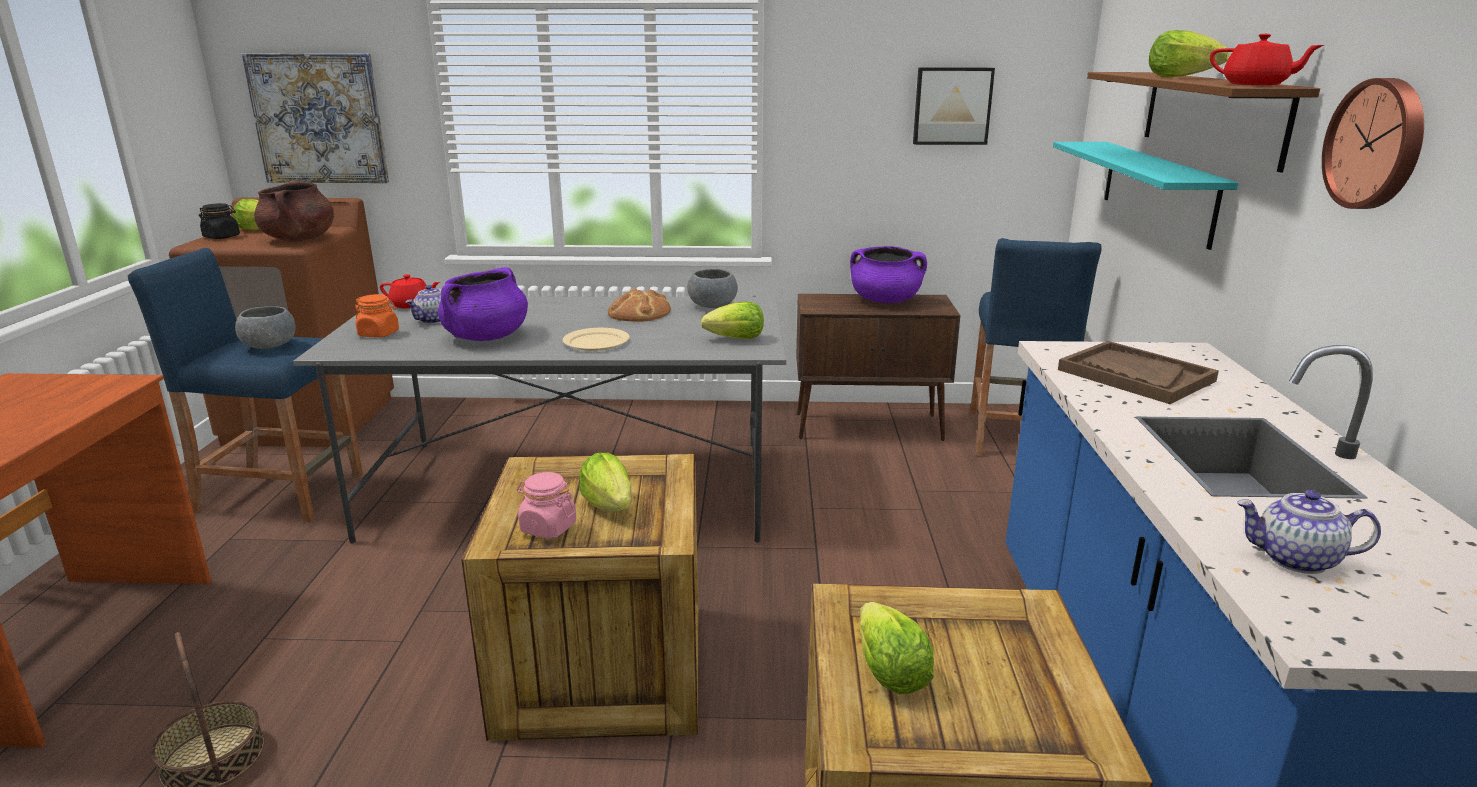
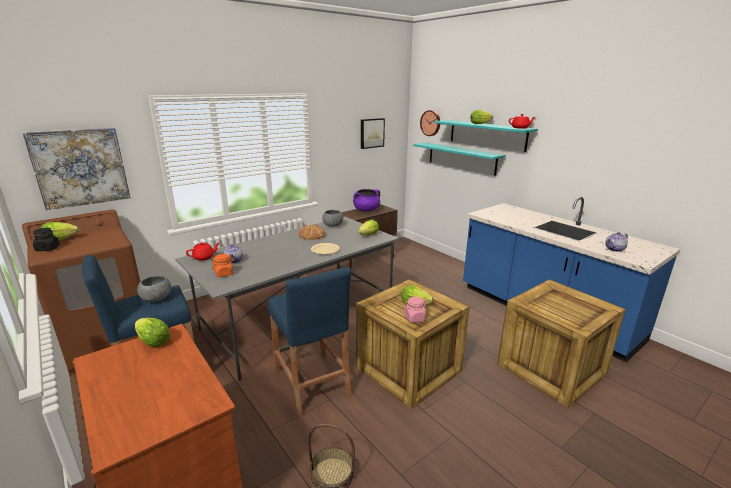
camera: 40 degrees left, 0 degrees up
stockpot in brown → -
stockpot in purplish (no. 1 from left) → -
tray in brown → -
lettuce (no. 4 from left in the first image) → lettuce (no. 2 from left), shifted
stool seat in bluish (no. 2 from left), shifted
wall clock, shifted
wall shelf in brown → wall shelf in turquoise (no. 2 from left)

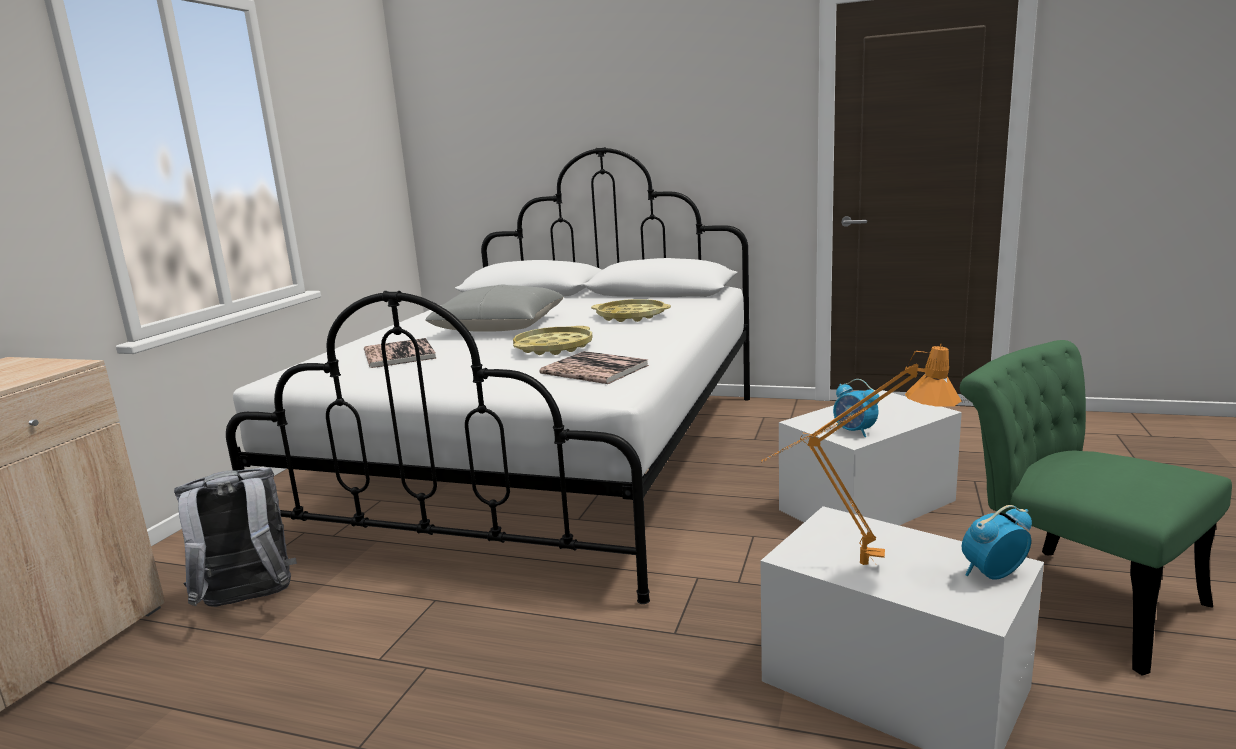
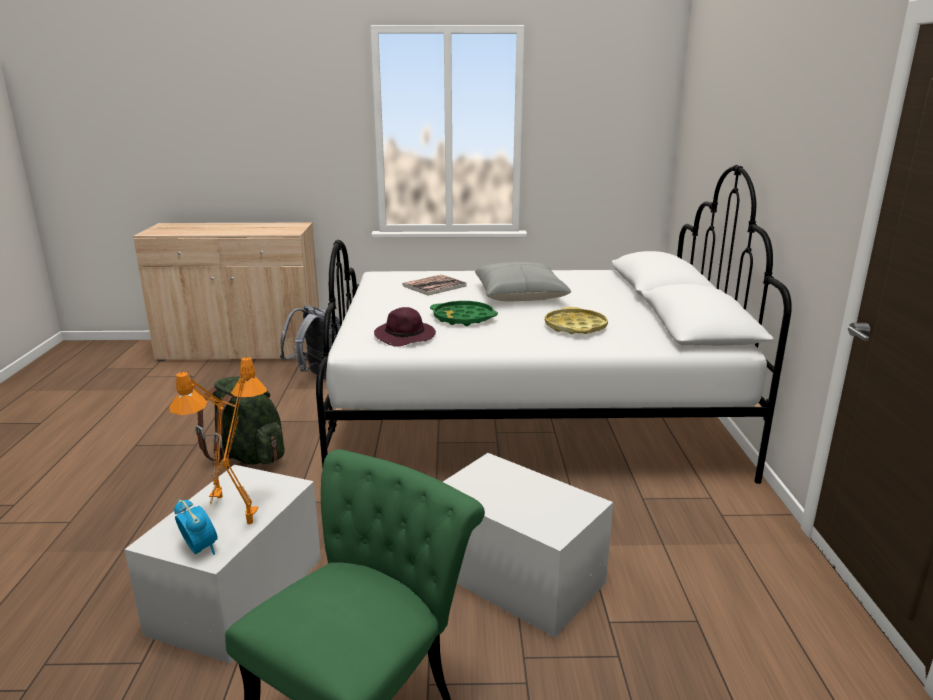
camera: 70 degrees right, 5 degrees up
table clock (no. 1 from left) → -
- → rucksack in greenish
- → tabletop lamp in orange (no. 2 from left)
volume (no. 2 from left) → wearable hat in purplish
tray in yellow-coloured (no. 1 from left) → tray in greenish

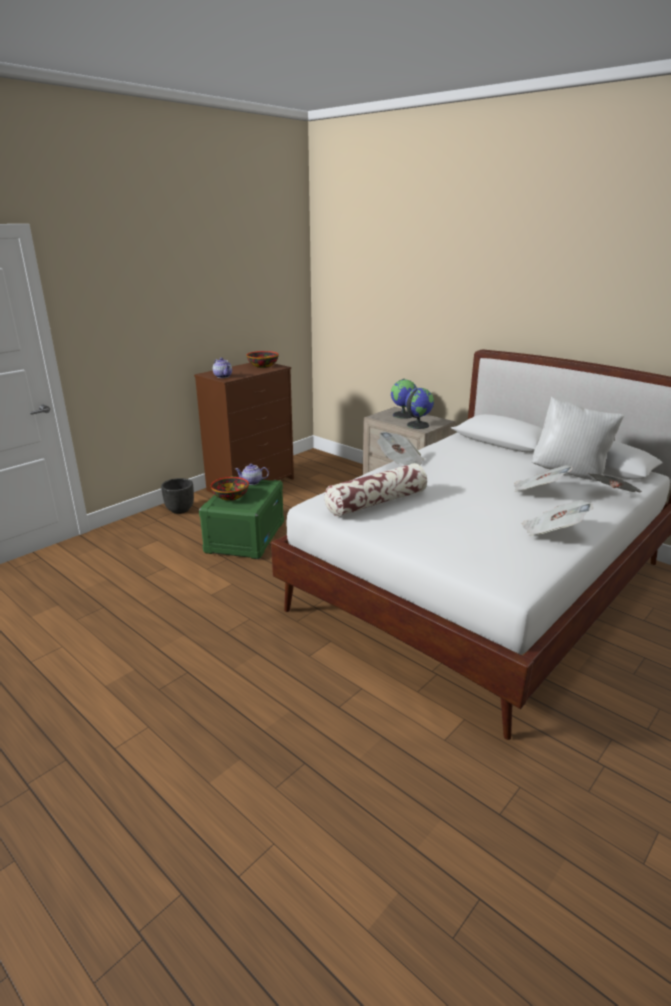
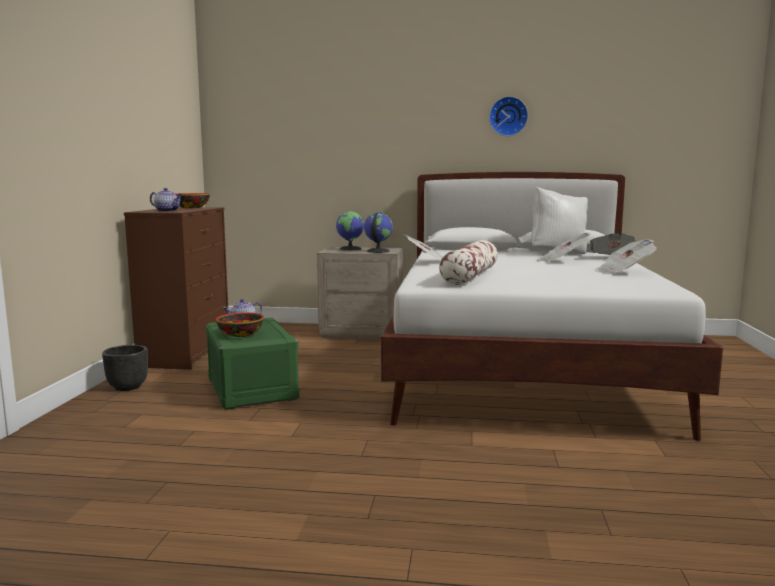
camera: 35 degrees left, 15 degrees down
- → wall clock

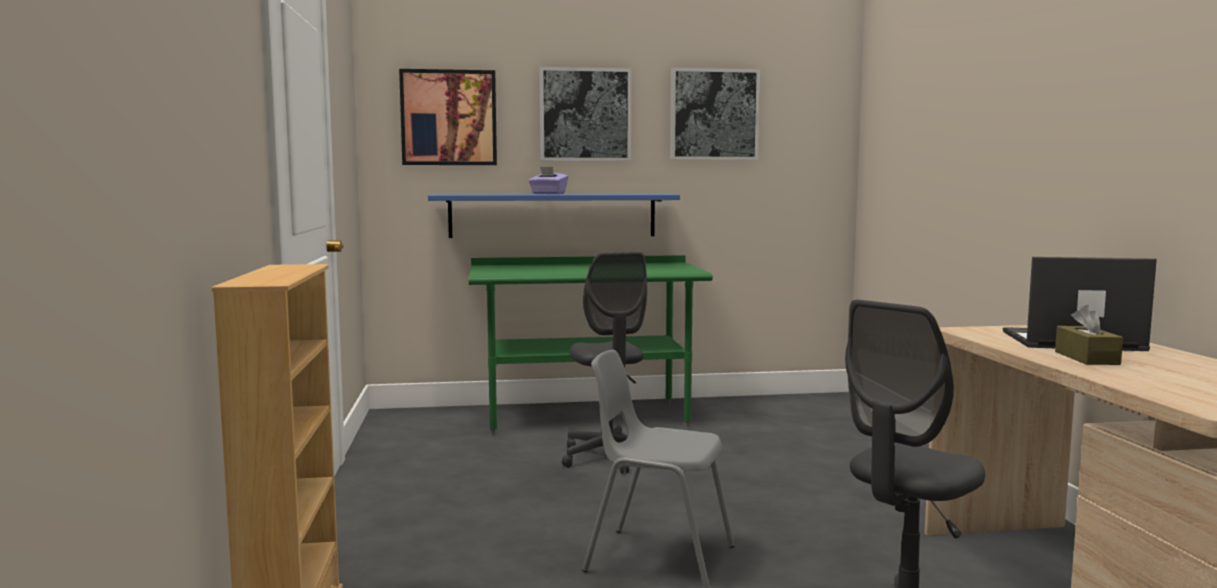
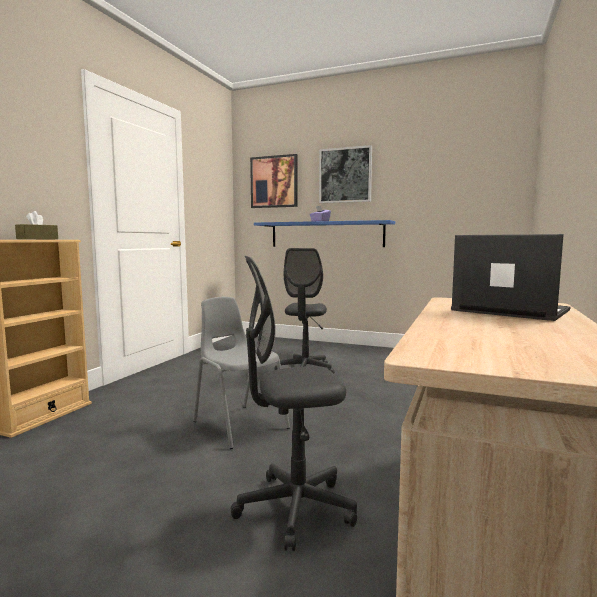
camera: 30 degrees right, 0 degrees up
desk in greenish → -
wall art (no. 3 from left) → -
tissue box in brown, shifted

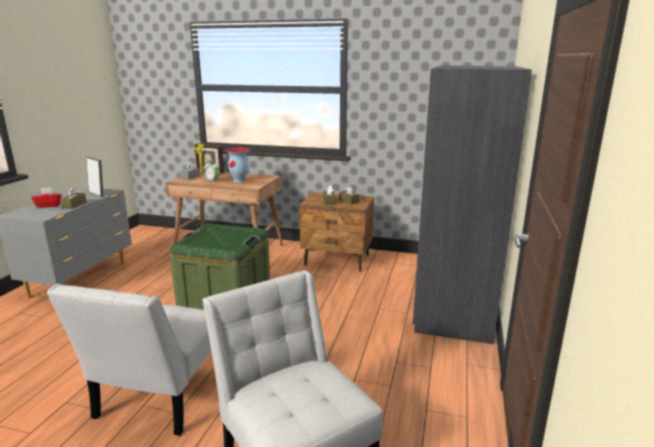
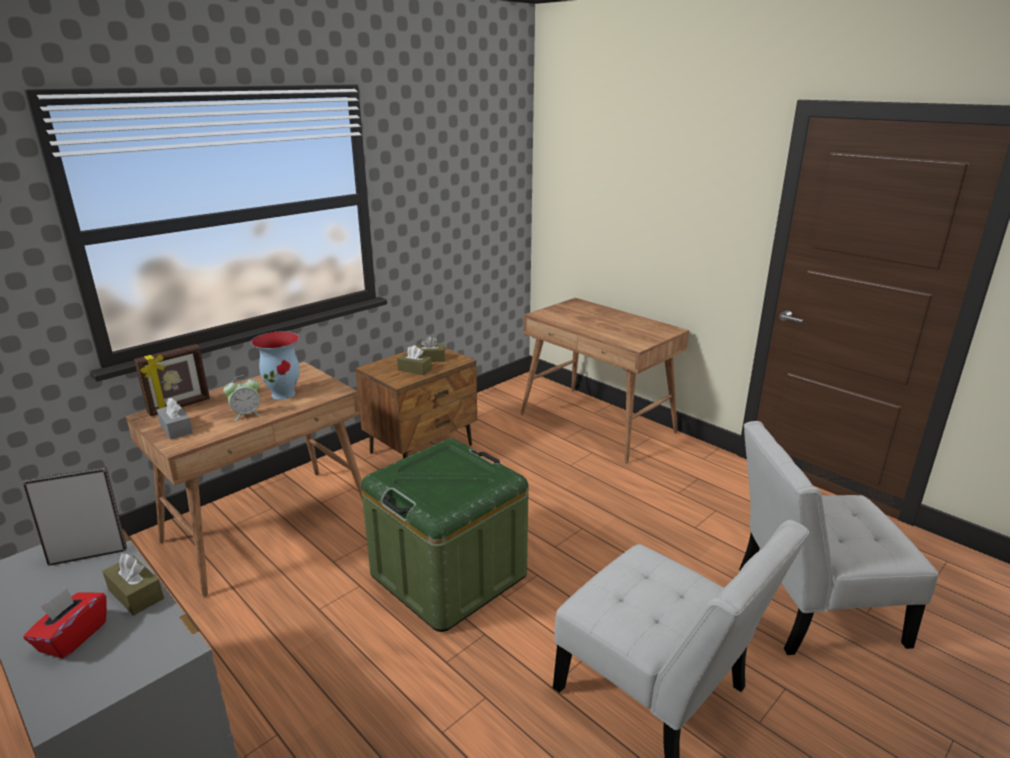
camera: 60 degrees left, 5 degrees up
wardrobe in greyish → desk in brown (no. 2 from left)

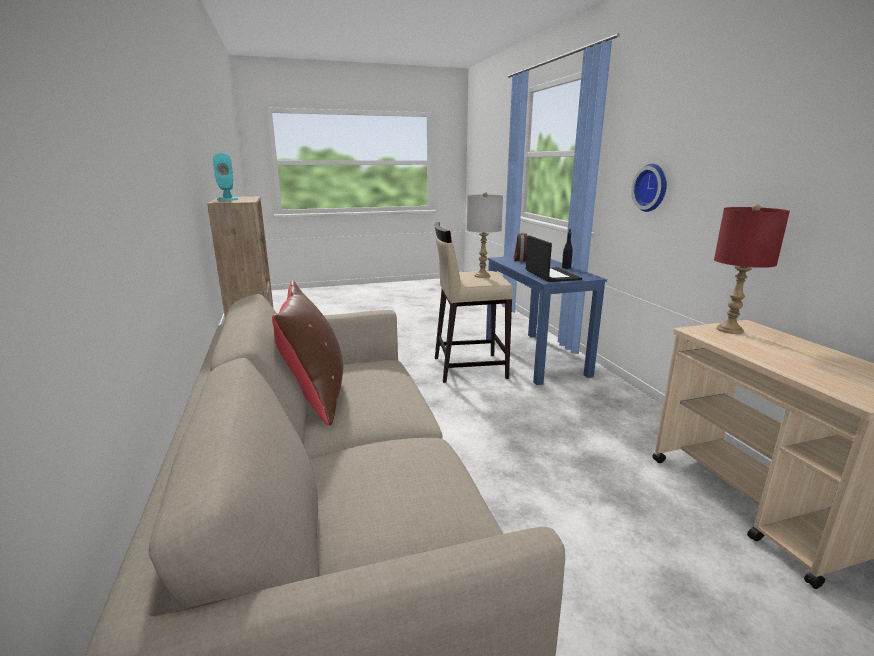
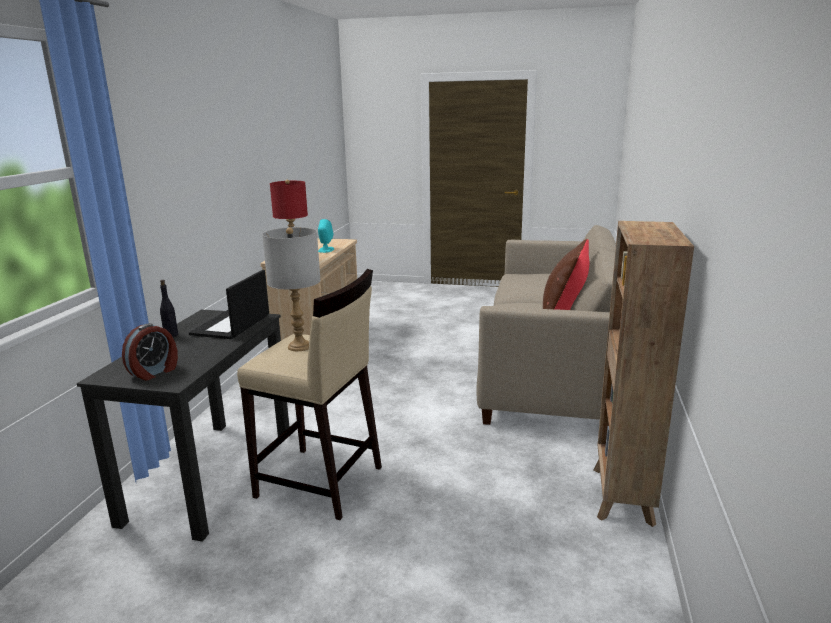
camera: 150 degrees left, 0 degrees up
wall clock → -
audio speaker in turquoise, shifted
desk in bluish → desk in blackish

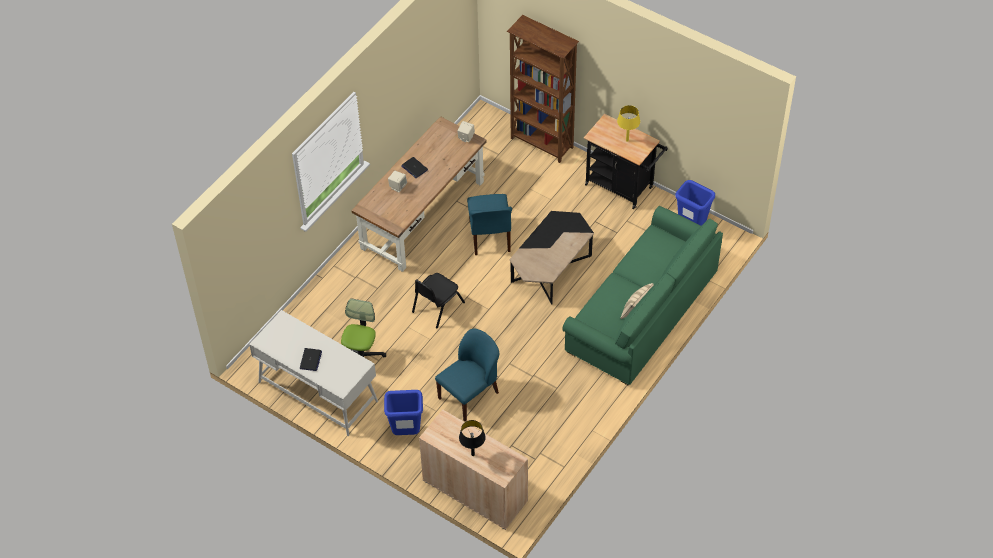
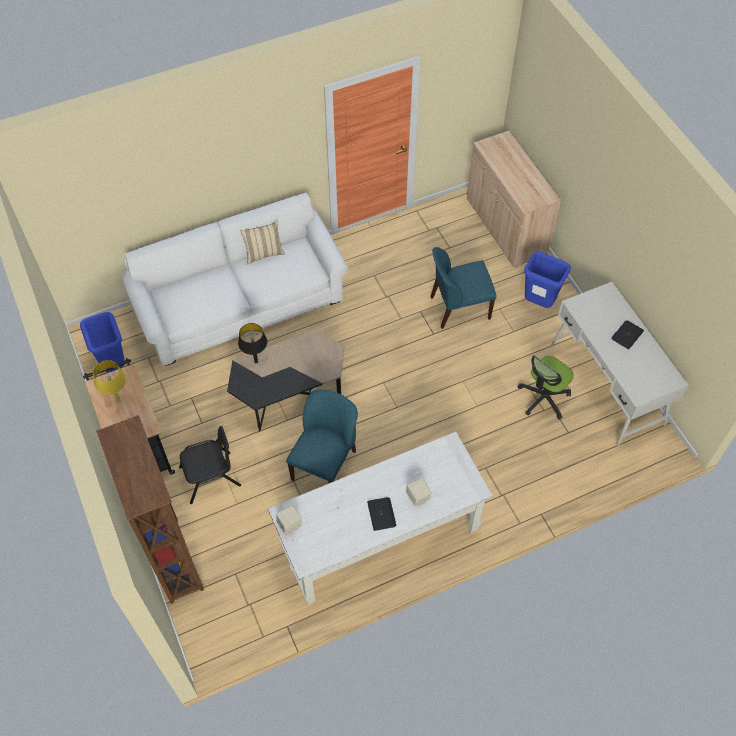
camera: 150 degrees left, 5 degrees up
upright chair in blackish, shifted
tabletop lamp in blackish, shifted
desk in brown → desk in white (no. 1 from left)
settee in greenish → settee in white

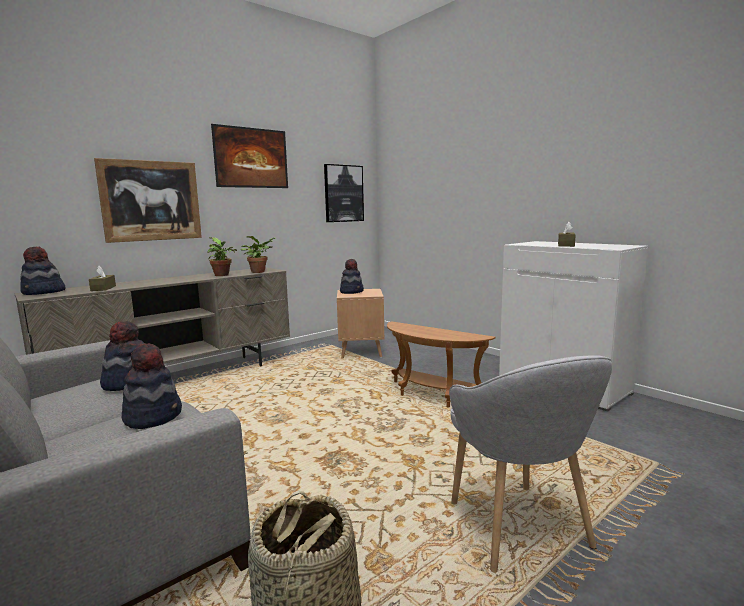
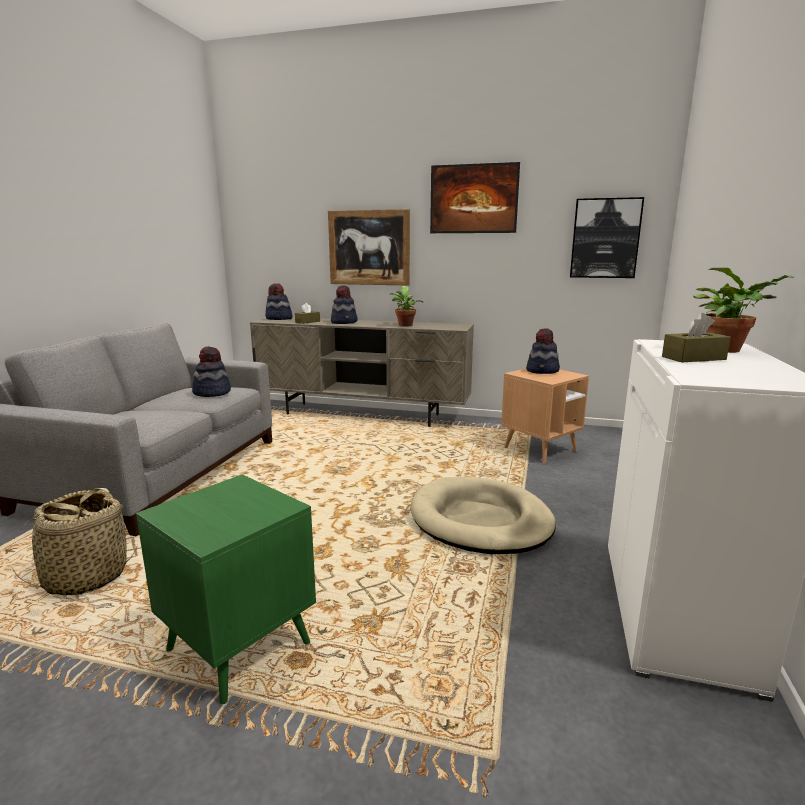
camera: 55 degrees right, 5 degrees up
wearable hat (no. 3 from left), shifted
houseplant (no. 2 from left), shifted
accent table in brown (no. 2 from left) → dog cushion in sand-coloured
armchair in greyish → accent table in greenish

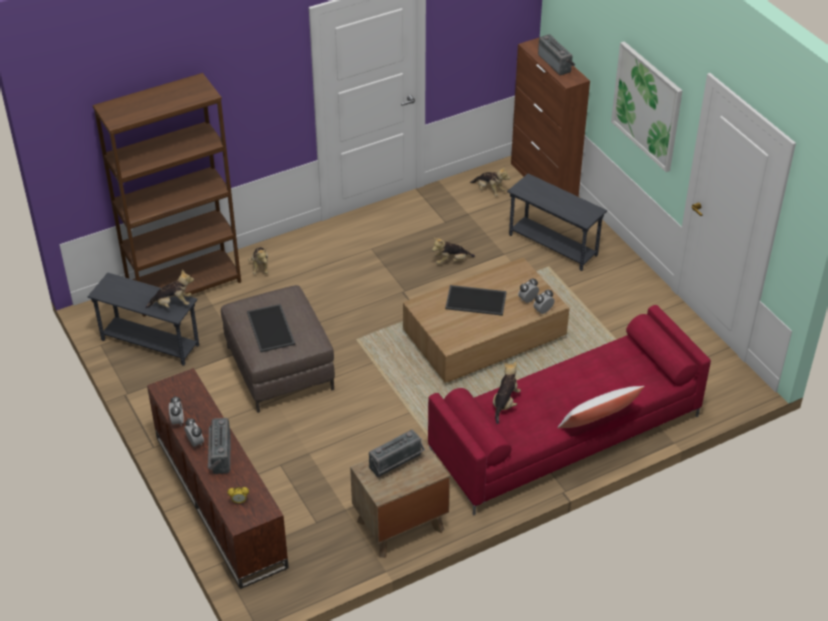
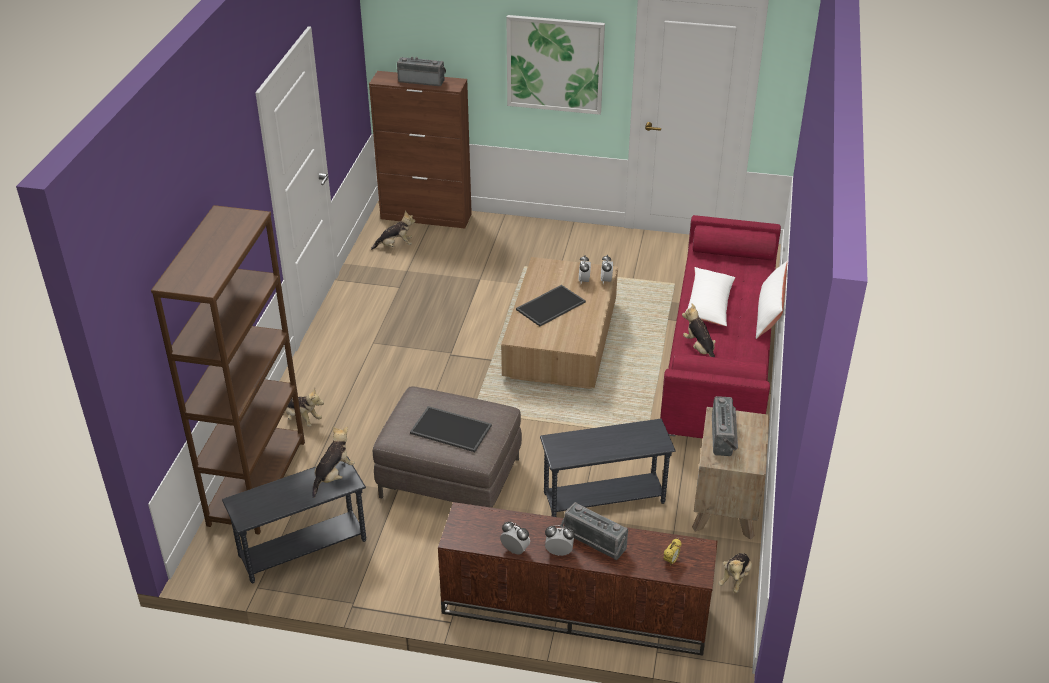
camera: 50 degrees left, 5 degrees down
- → throw pillow in white (no. 1 from left)
plush toy (no. 3 from left in the first image) → plush toy (no. 5 from left), shifted
accent table in greyish (no. 2 from left), shifted

